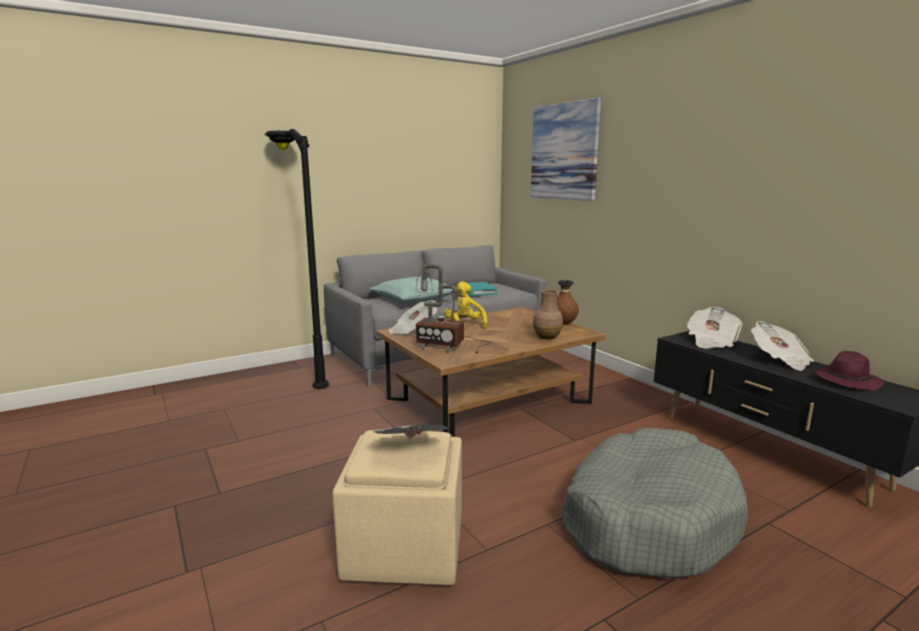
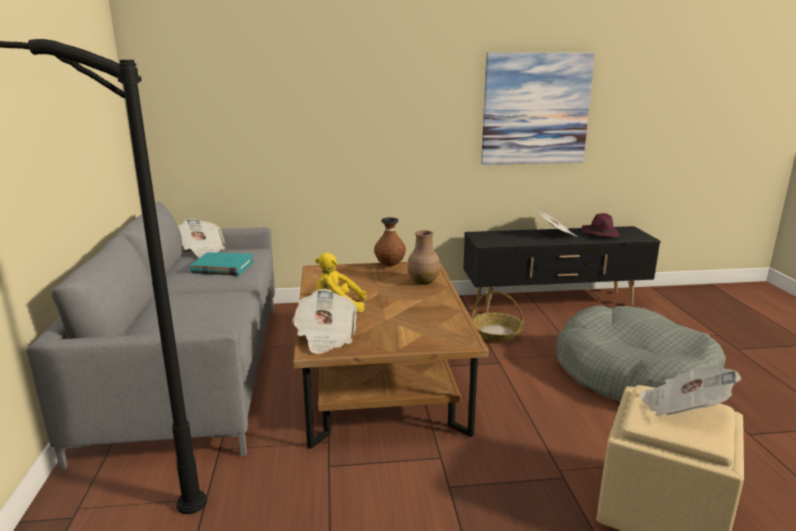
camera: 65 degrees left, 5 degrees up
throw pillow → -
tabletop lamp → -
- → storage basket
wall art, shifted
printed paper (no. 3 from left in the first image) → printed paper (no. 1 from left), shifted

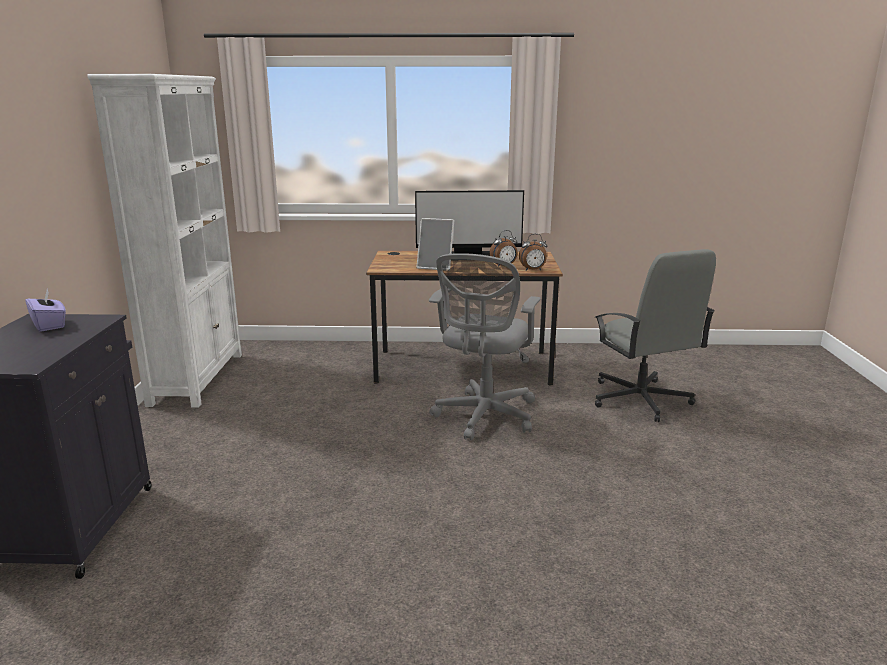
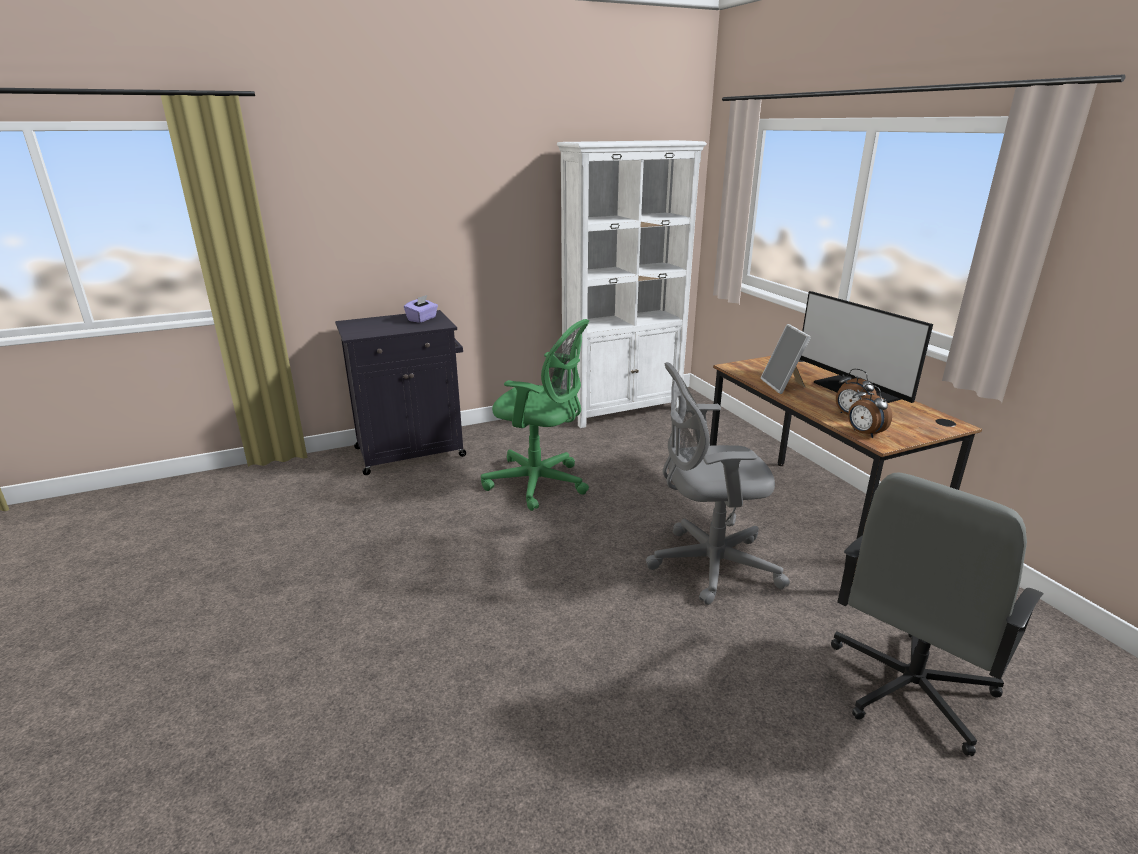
camera: 65 degrees right, 5 degrees up
- → desk chair in greenish

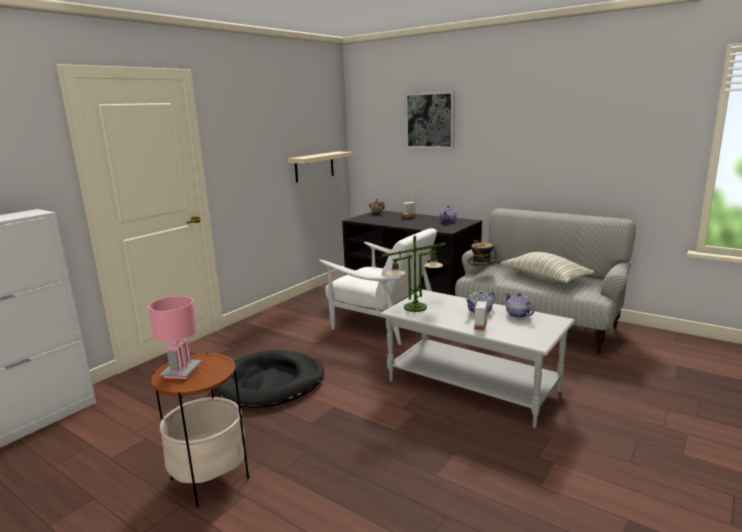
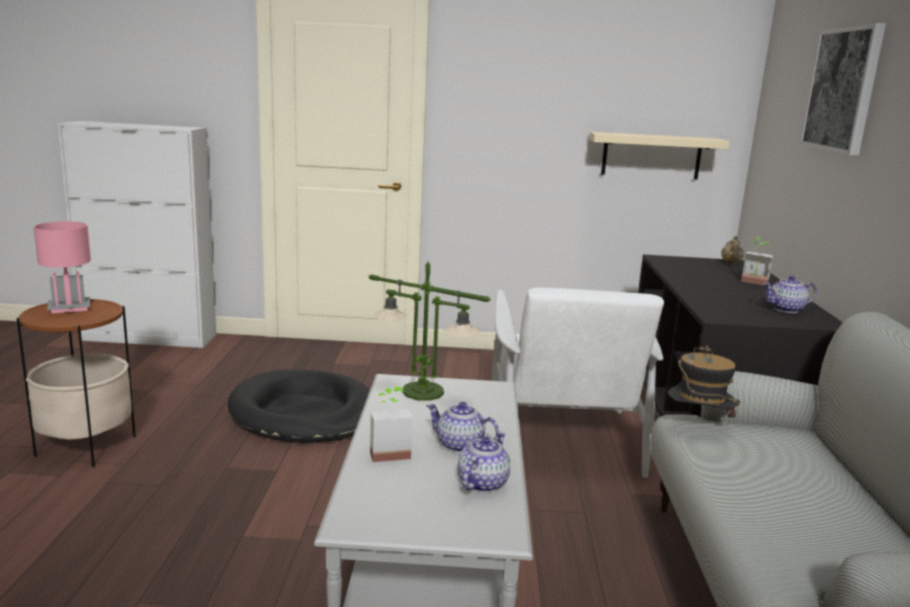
camera: 55 degrees right, 0 degrees up
throw pillow → -

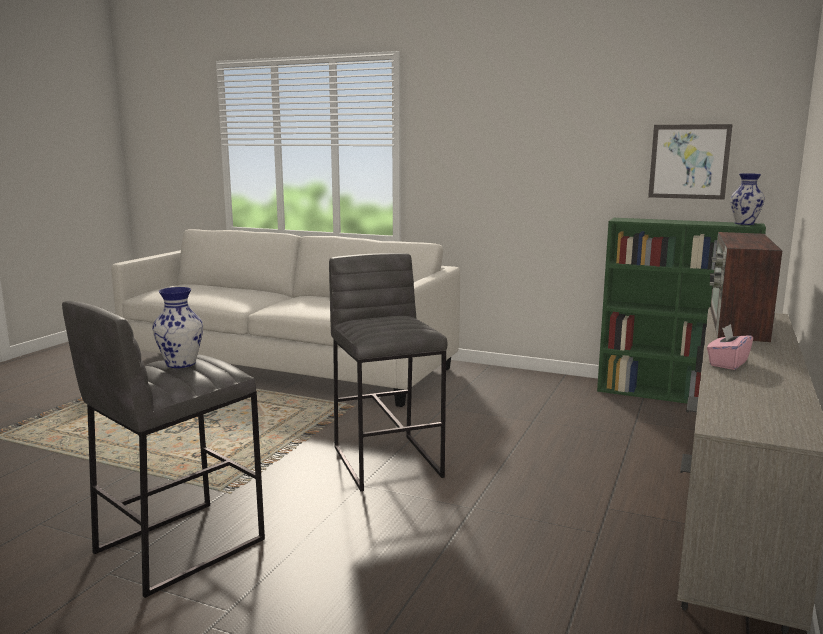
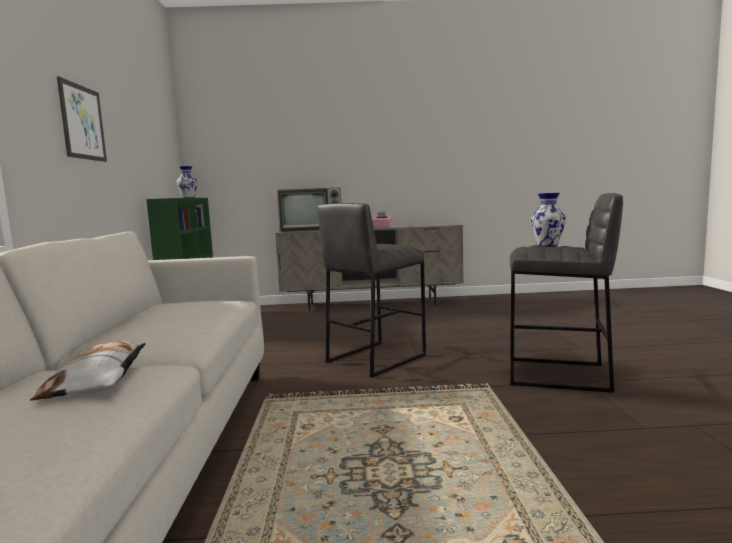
camera: 115 degrees left, 5 degrees down
- → throw pillow
wall art, shifted

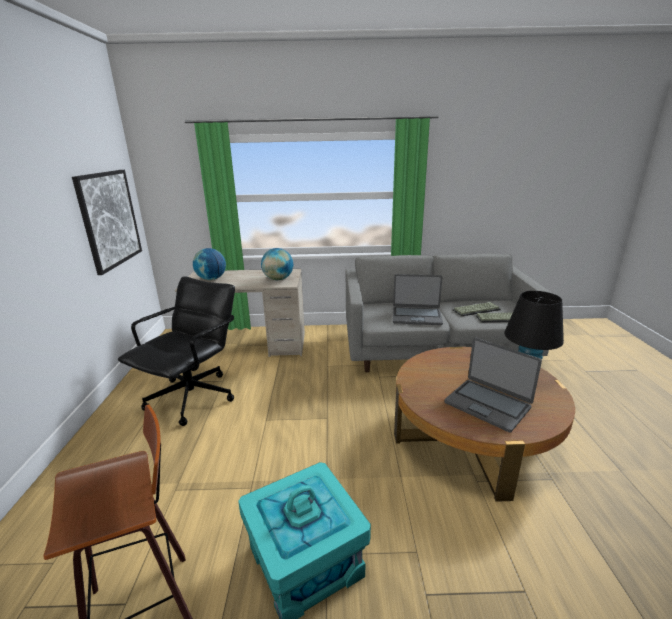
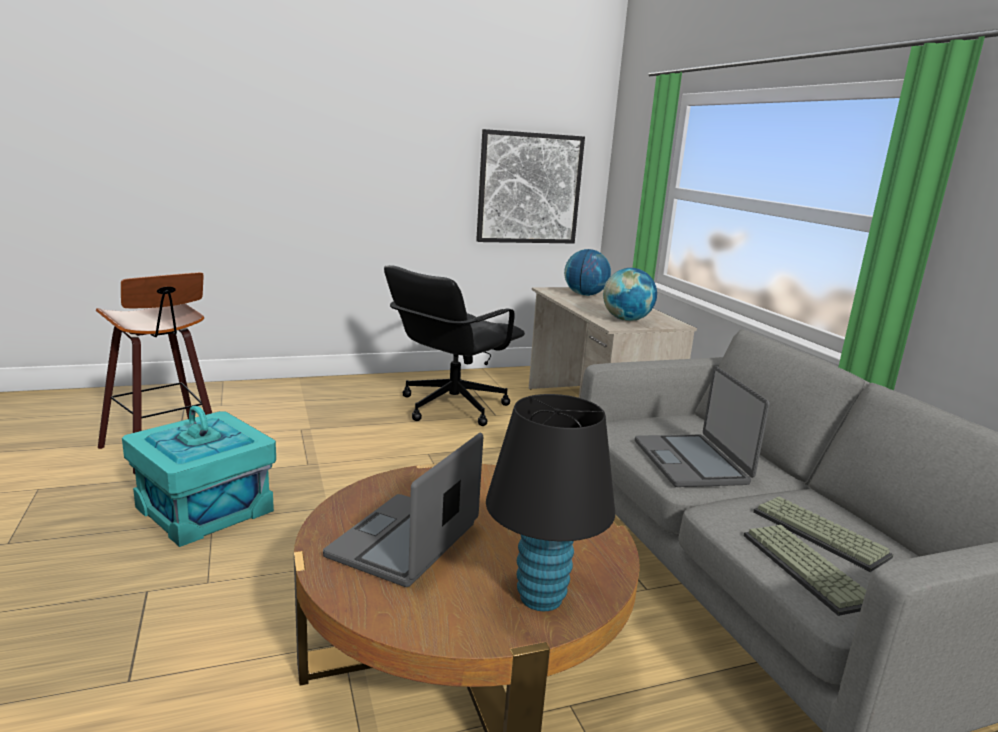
camera: 70 degrees right, 5 degrees down
desk chair in blackish, 120 degrees clockwise

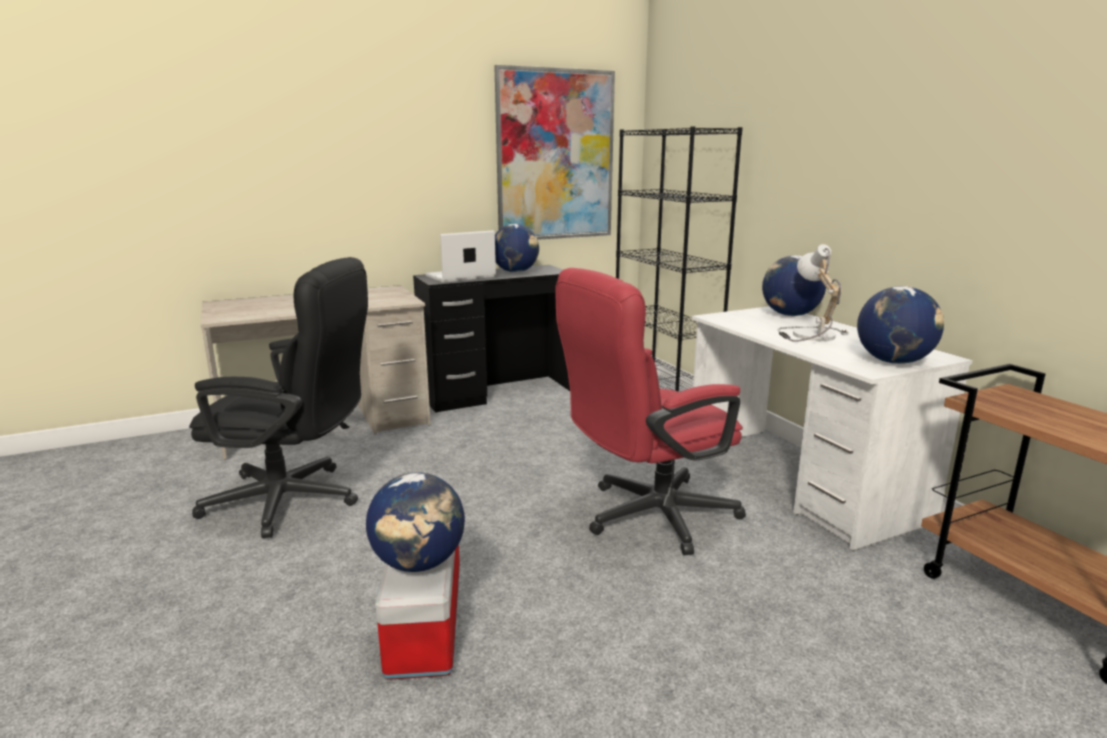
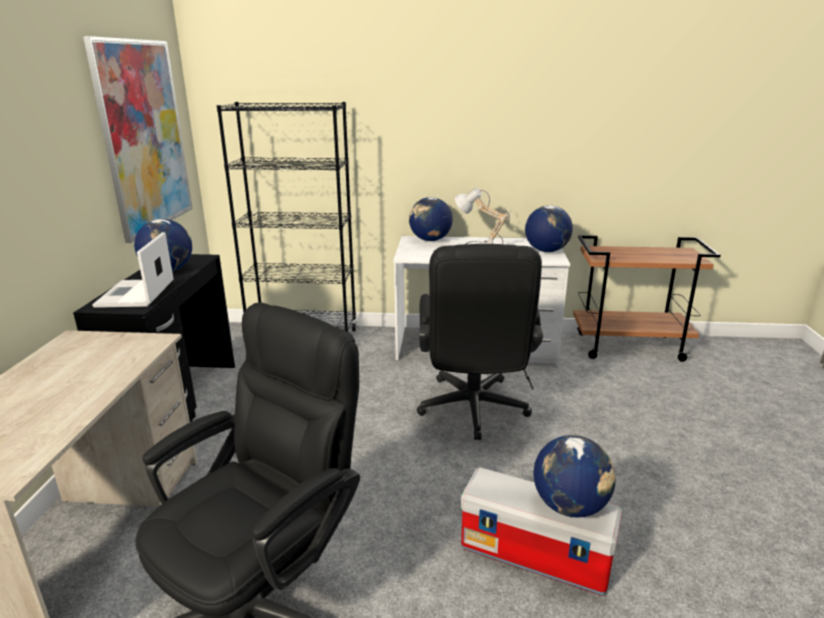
camera: 60 degrees left, 5 degrees up
desk chair in red → desk chair in blackish (no. 2 from left)

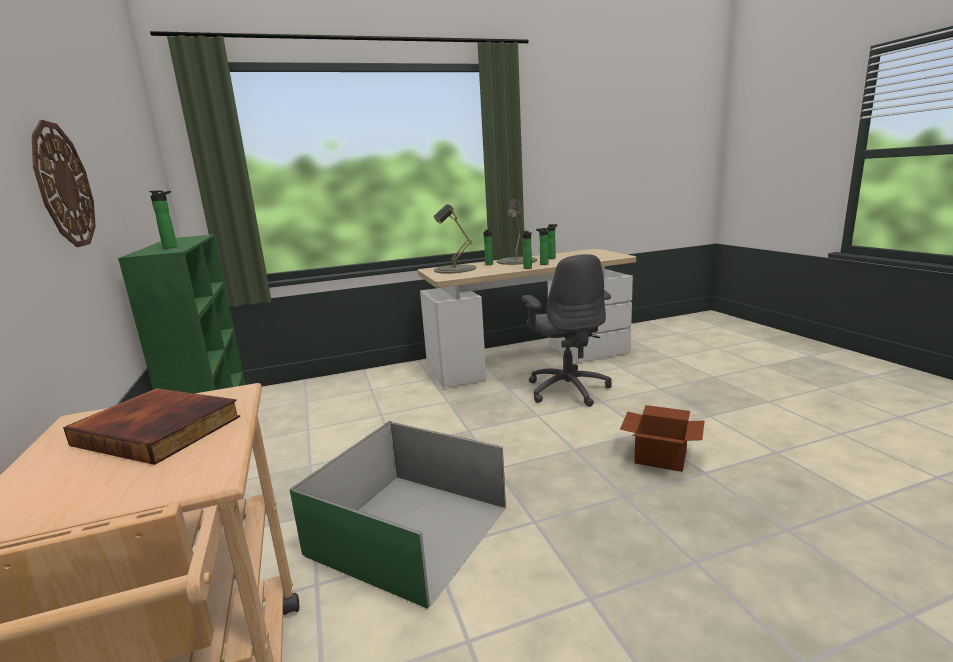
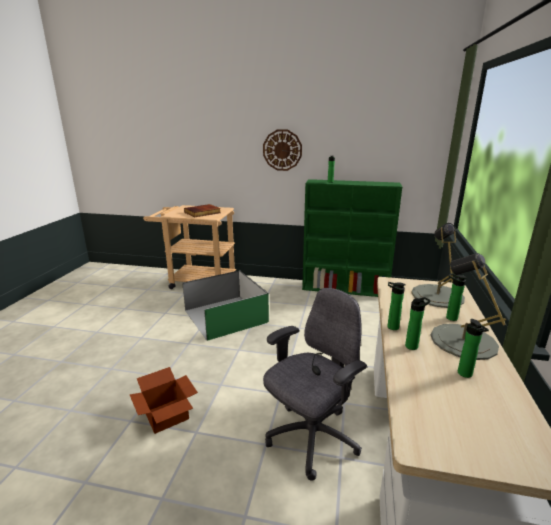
camera: 120 degrees right, 5 degrees up
desk chair in greyish, 120 degrees clockwise

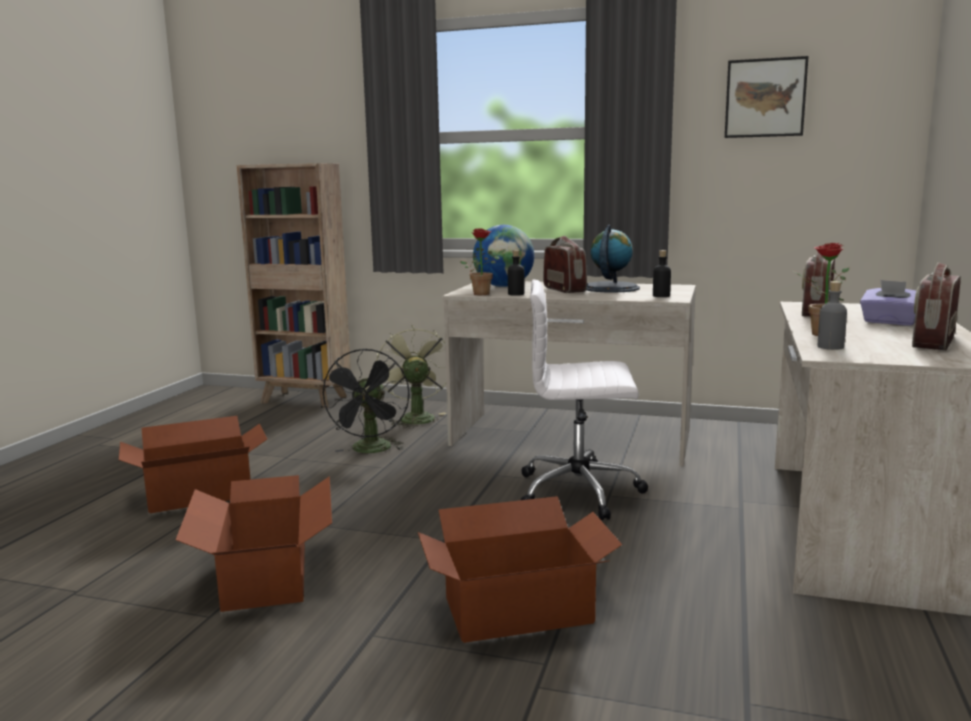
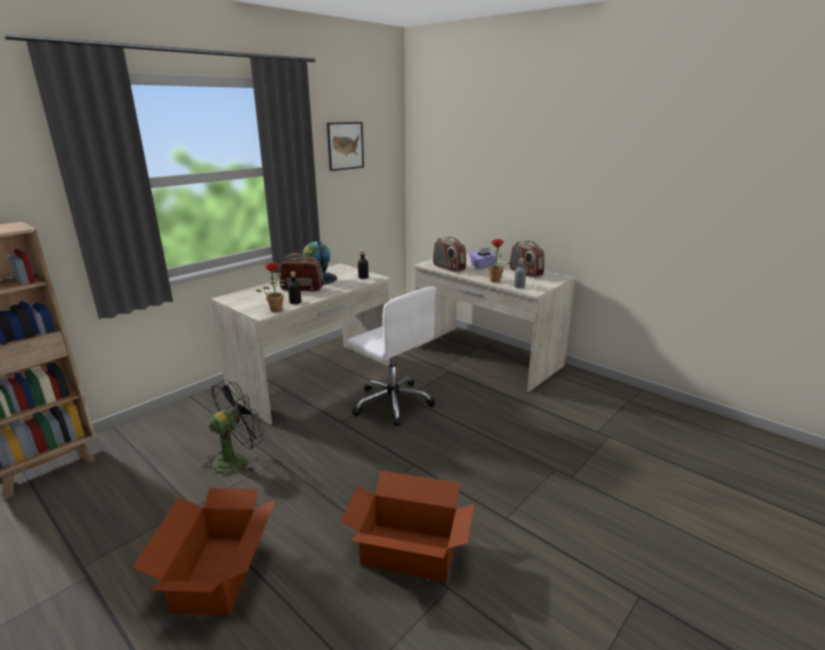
camera: 65 degrees left, 10 degrees up
cooling fan in greenish → -
packing box (no. 3 from left) → -
desk globe (no. 1 from left) → -
cooling fan in blackish, 75 degrees counterclockwise
desk chair in white, 75 degrees counterclockwise

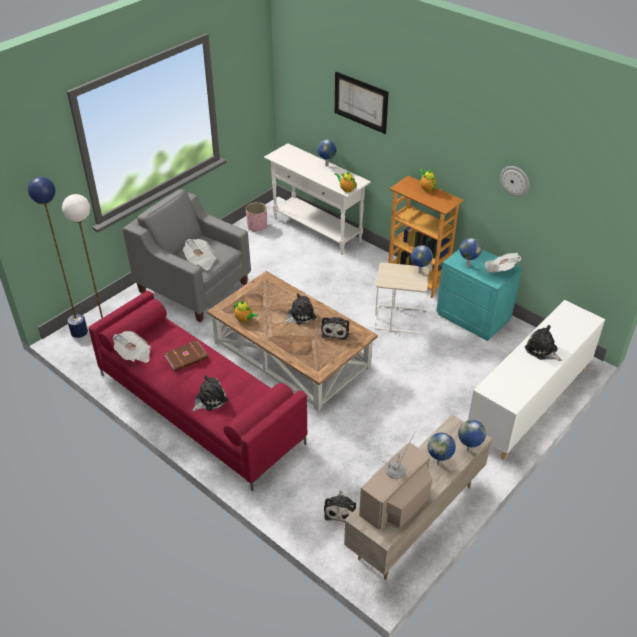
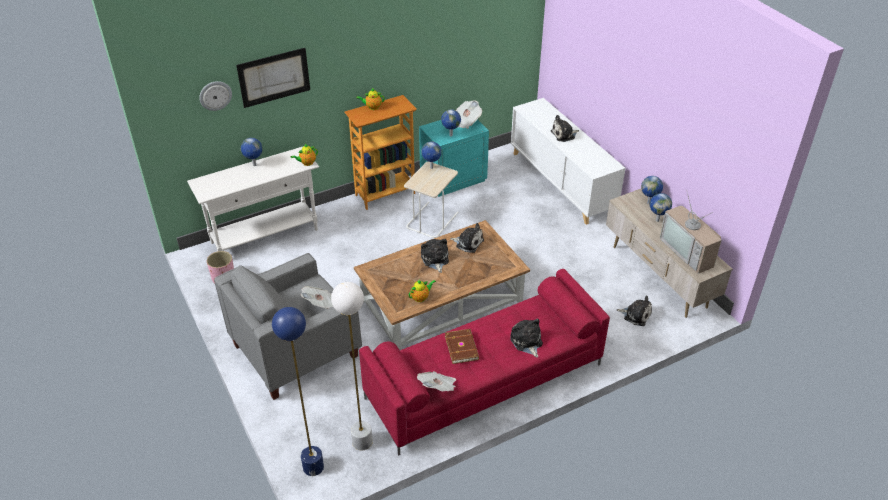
camera: 70 degrees left, 0 degrees up
wall clock, shifted

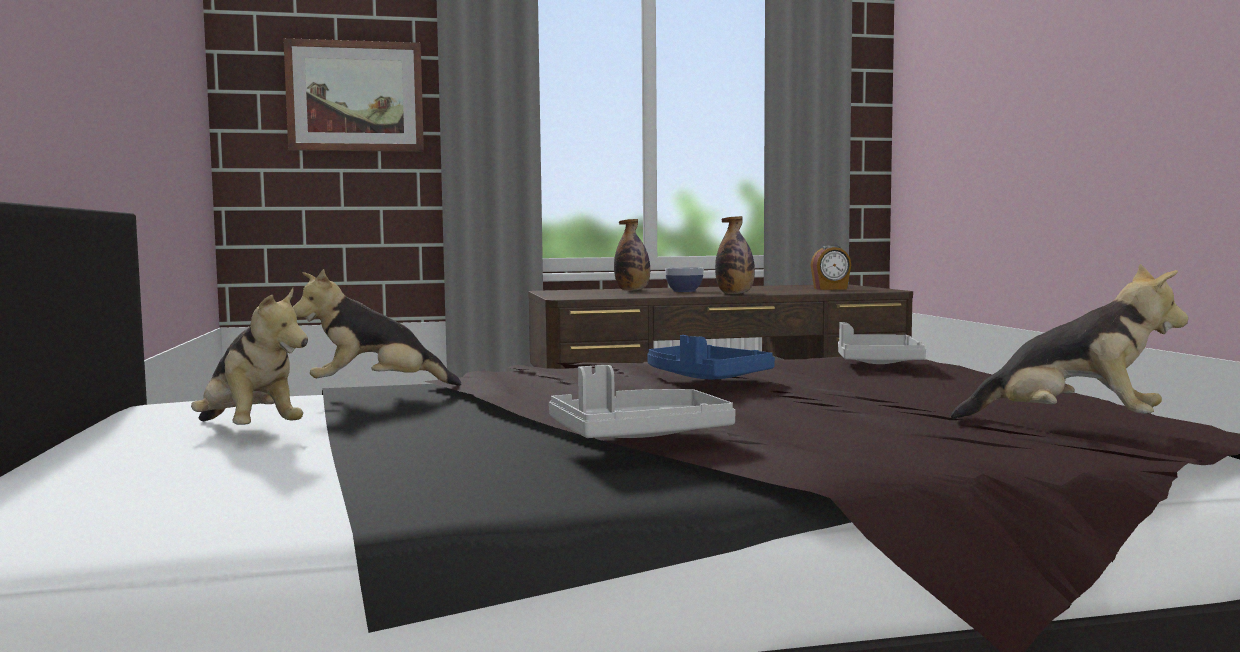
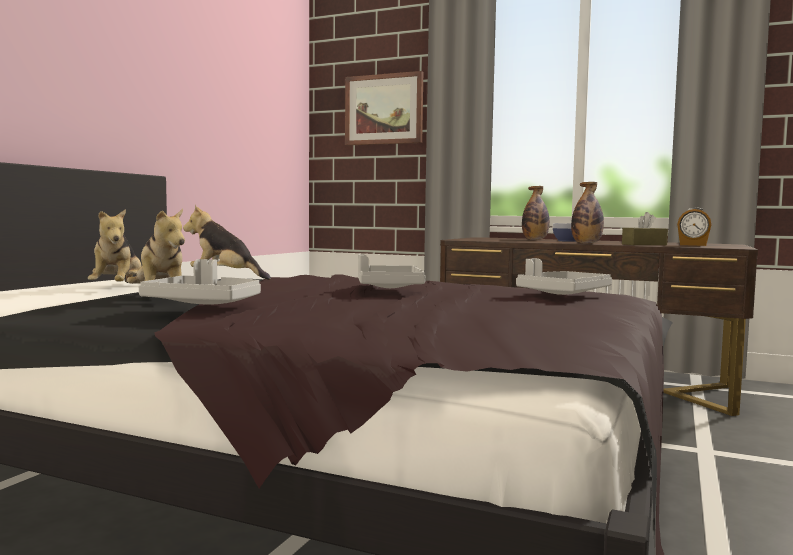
camera: 35 degrees right, 0 degrees up
- → tissue box in brown
plush toy (no. 3 from left in the first image) → plush toy (no. 2 from left), shifted
tray in bluish → tray in greyish (no. 2 from left)

